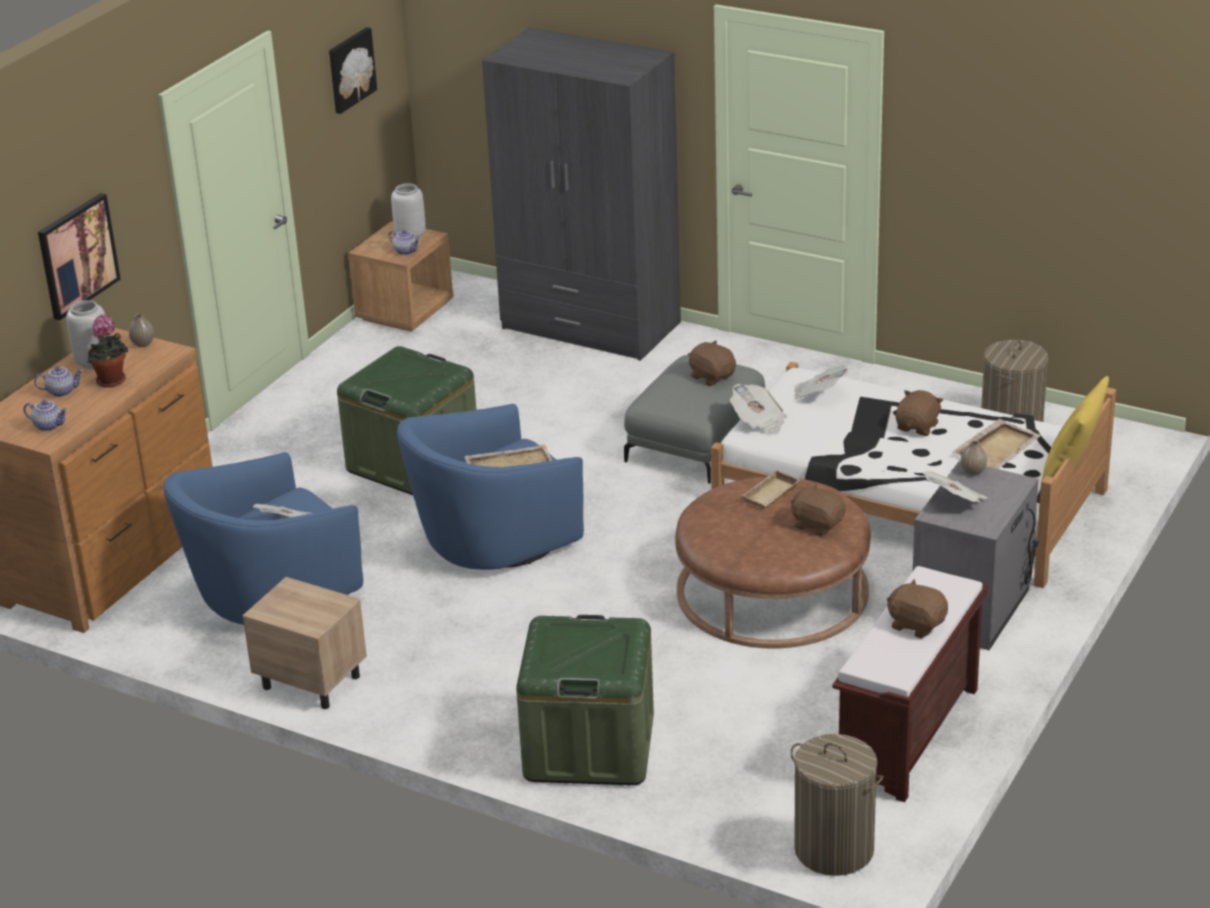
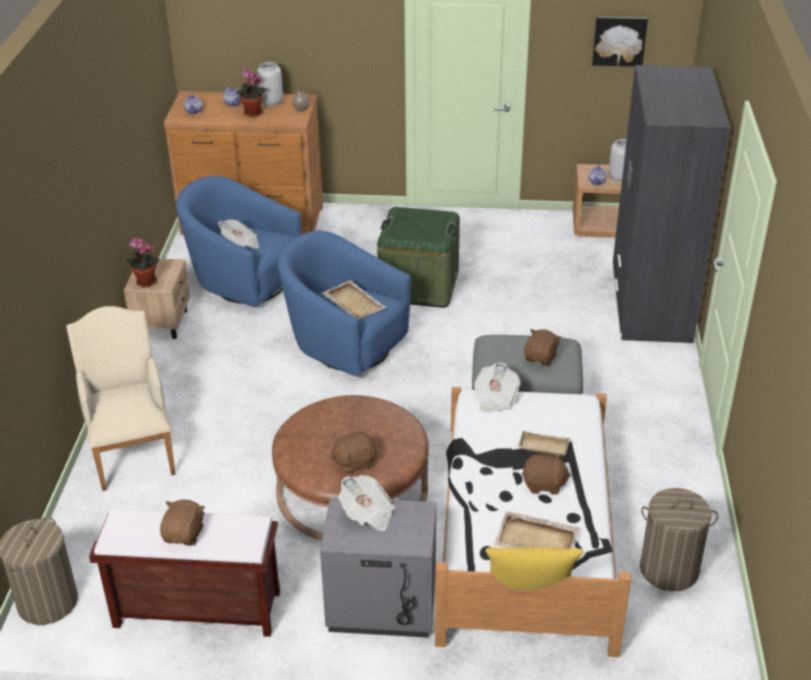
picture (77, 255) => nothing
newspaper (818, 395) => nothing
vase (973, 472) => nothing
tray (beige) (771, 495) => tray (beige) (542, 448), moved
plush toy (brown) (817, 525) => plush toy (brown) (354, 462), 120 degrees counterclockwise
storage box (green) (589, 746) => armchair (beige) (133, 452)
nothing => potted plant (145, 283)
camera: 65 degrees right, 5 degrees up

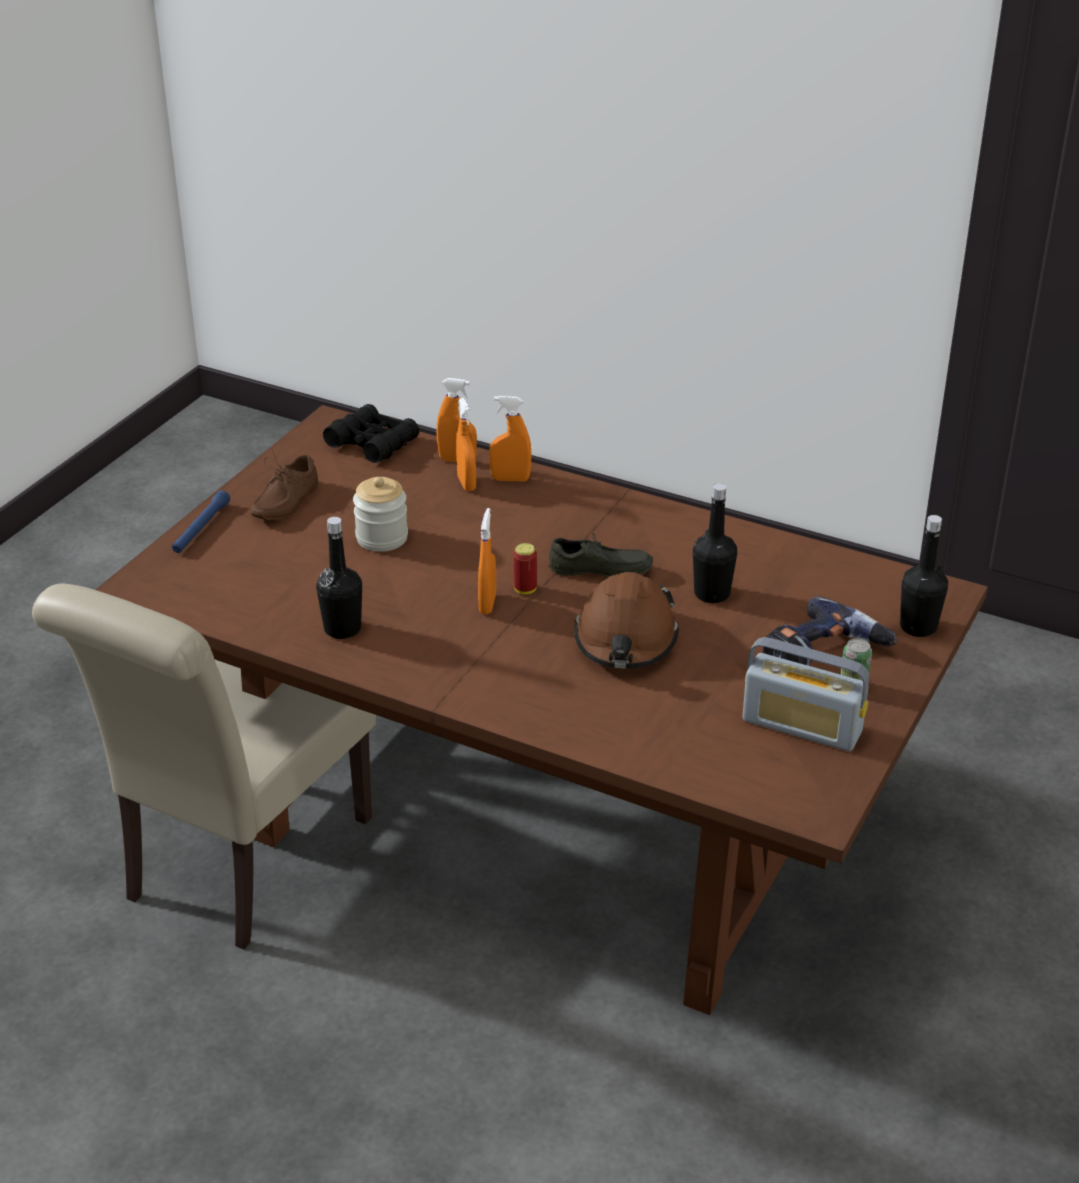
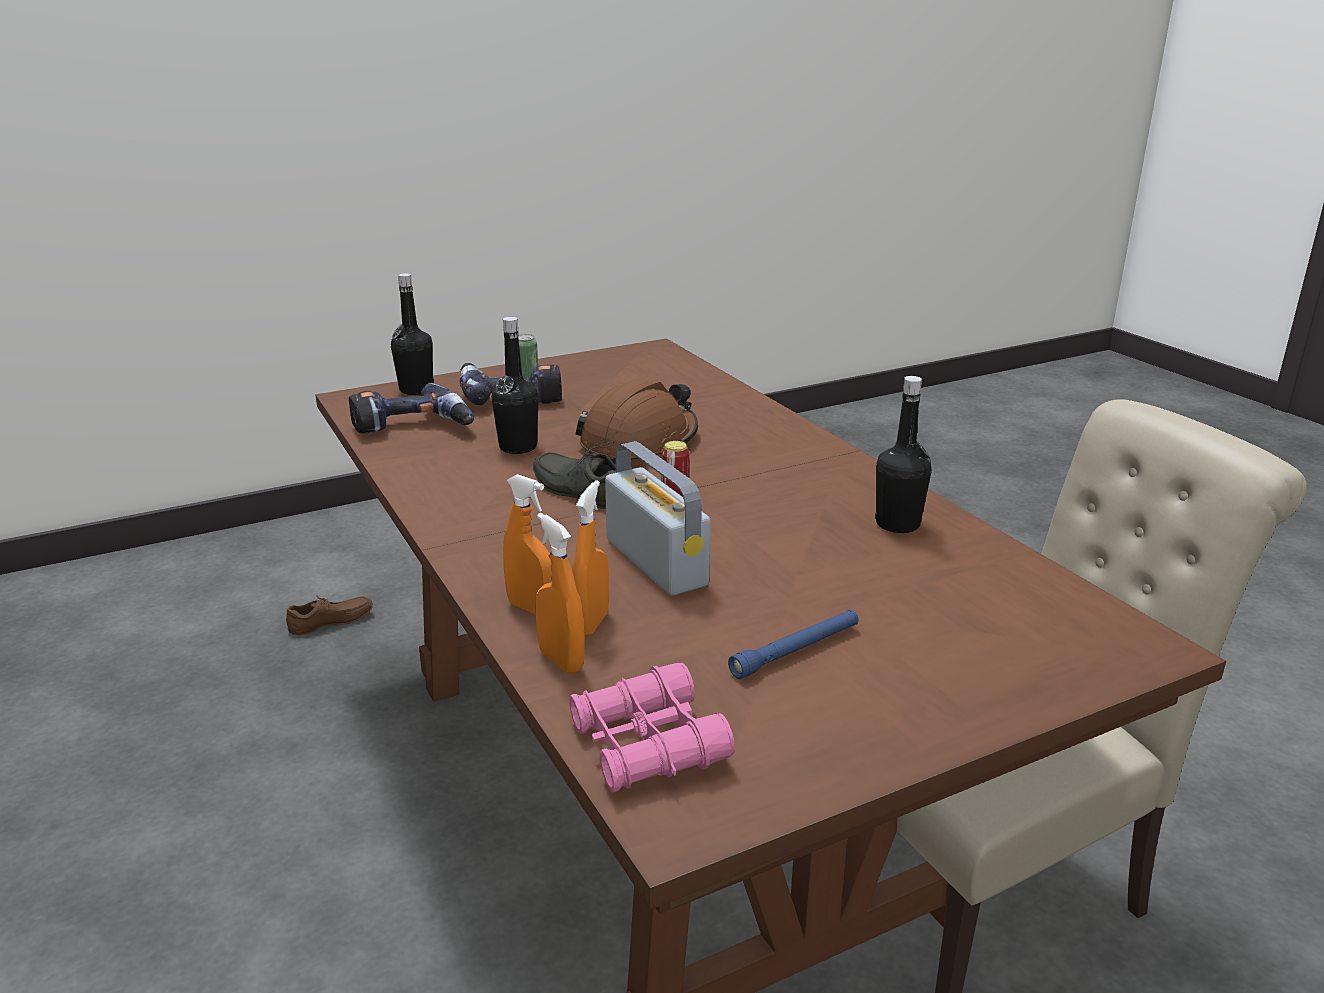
binoculars (black) (372, 443) => binoculars (pink) (647, 744)
shoe (brown) (283, 502) => shoe (brown) (332, 623), moved
jar (382, 538) => nothing
flashlight (blue) (201, 528) => flashlight (blue) (796, 651), moved
spray bottle (orange) (487, 604) => nothing
radio (802, 726) => radio (655, 562), moved
nothing => power drill (412, 429)
camera: 145 degrees left, 10 degrees down

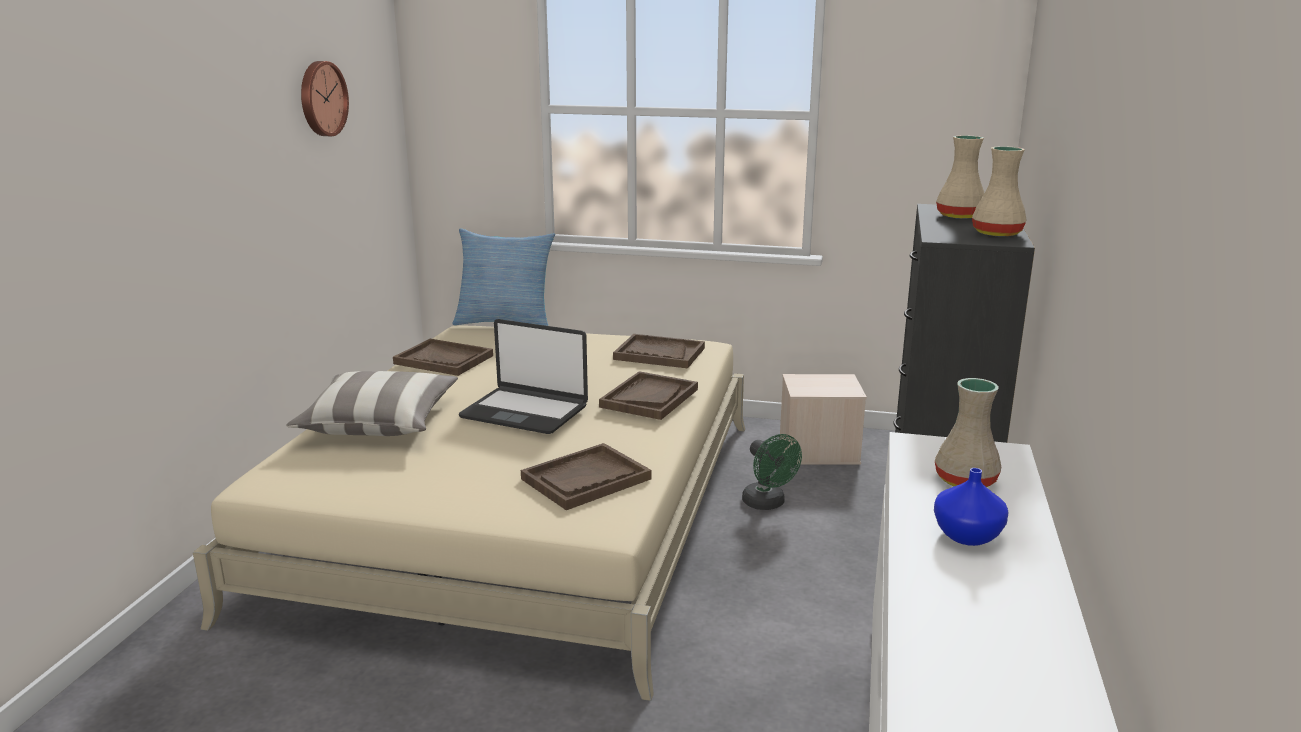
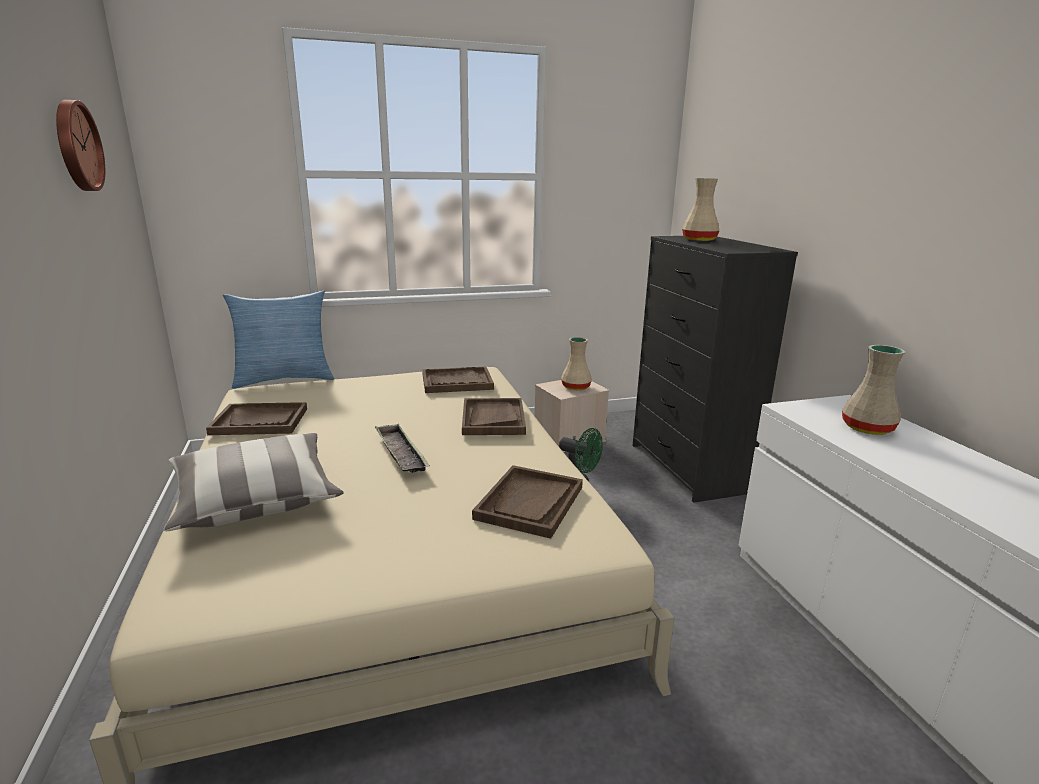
vase (beige) (997, 233) => vase (beige) (575, 387), moved
laptop (525, 412) => tray (401, 453)
vase (blue) (966, 536) => nothing
camera: 30 degrees left, 0 degrees up

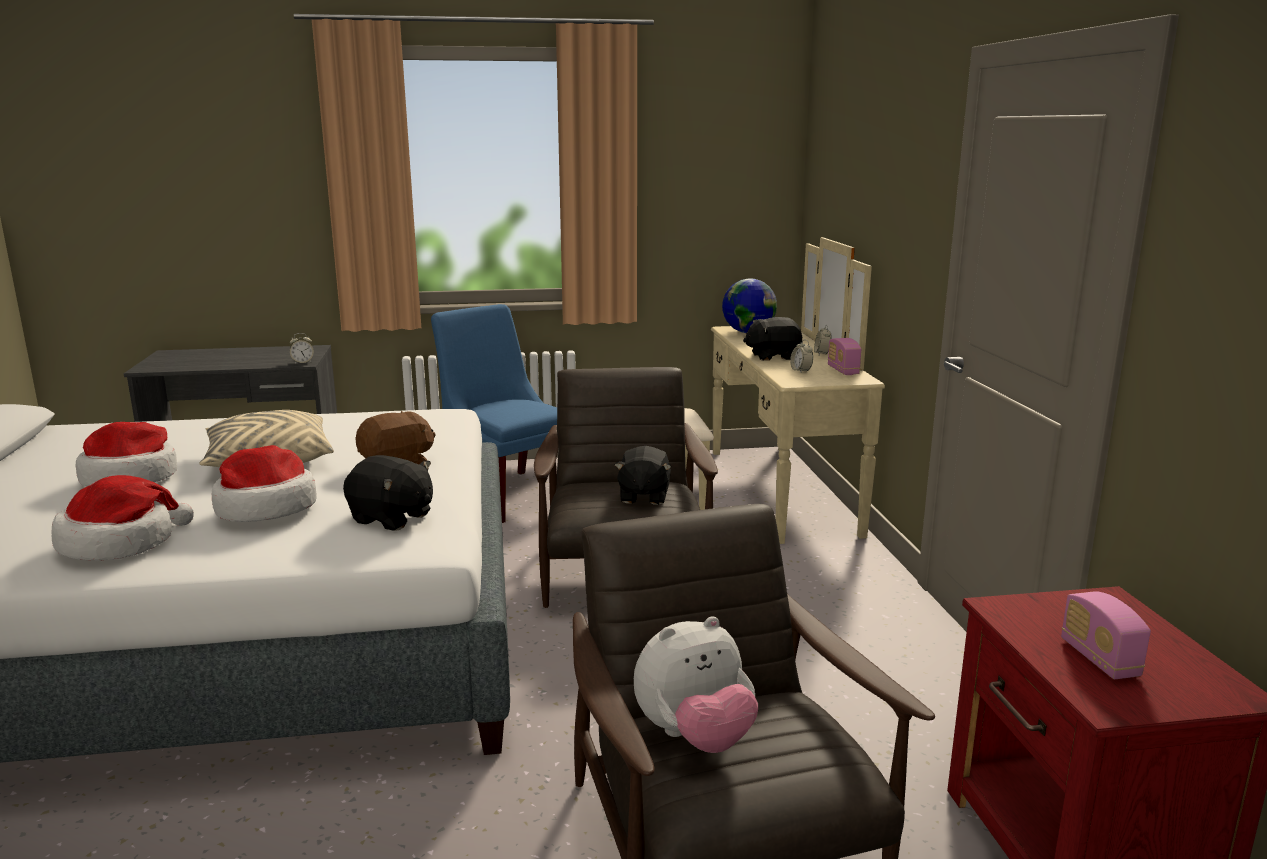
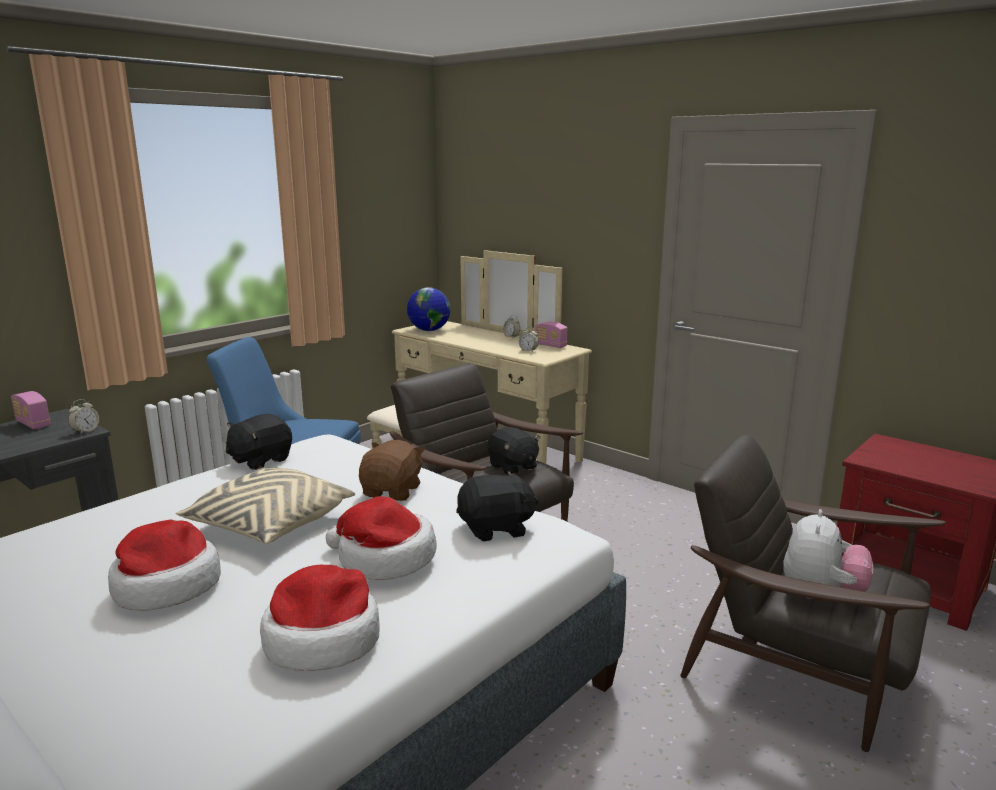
plush toy (black) (772, 356) => plush toy (black) (260, 460), moved
radio (1099, 659) => radio (33, 424), moved
camera: 40 degrees left, 0 degrees up

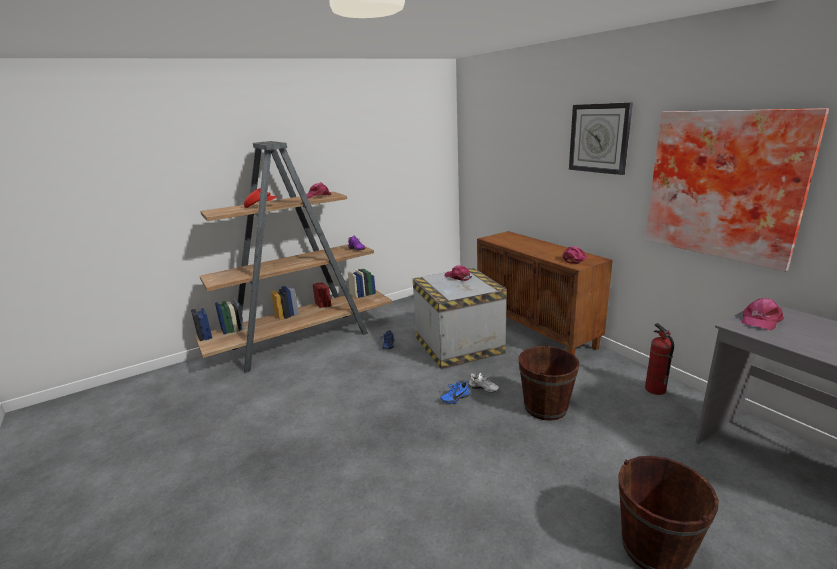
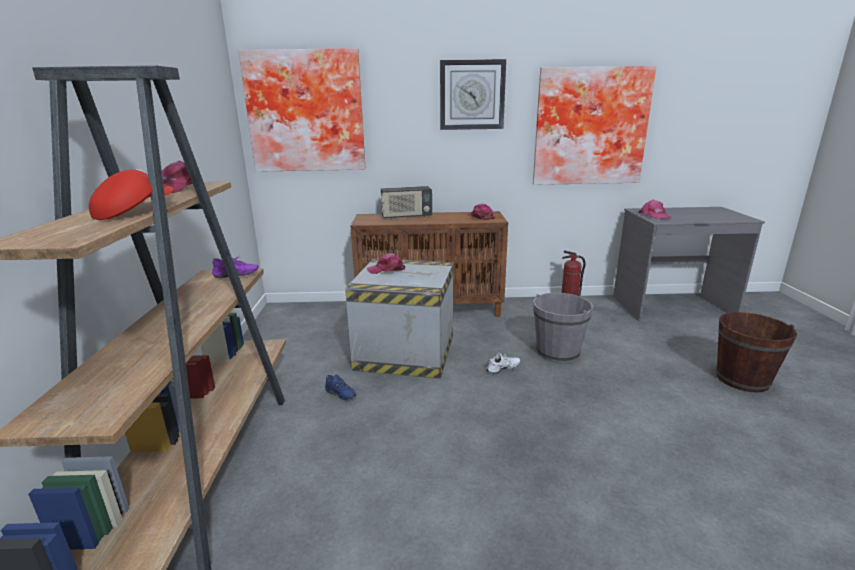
bucket (brown) (545, 407) => bucket (grey) (557, 352)
shoe (blue) (455, 398) => nothing
nothing => picture (306, 112)
nothing => radio (406, 216)
camera: 60 degrees left, 0 degrees up

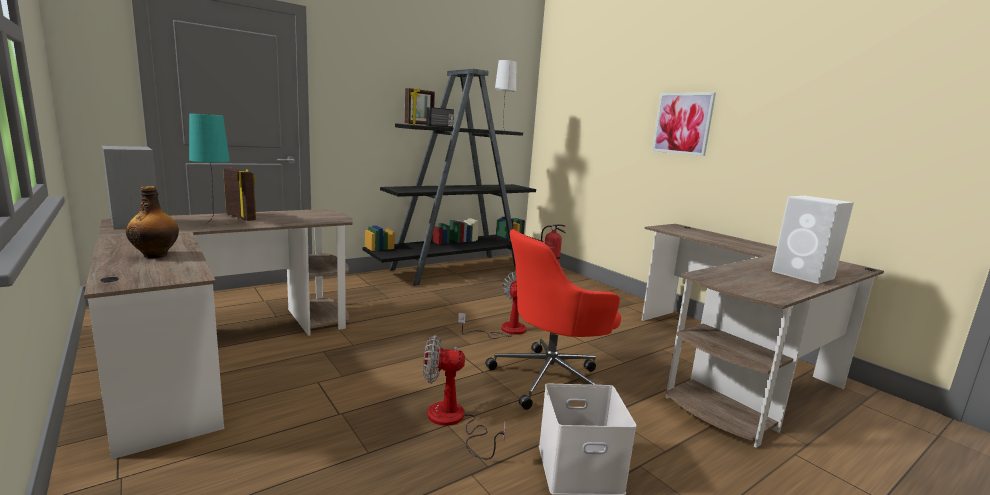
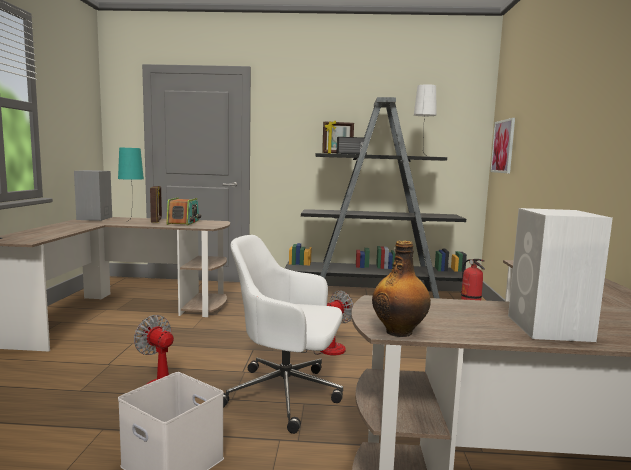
picture (682, 123) => picture (503, 146), moved
bottle (156, 255) => bottle (399, 332), moved
office chair (red) (551, 378) => office chair (white) (286, 395)
nothing => radio (183, 222)
camera: 40 degrees right, 5 degrees down

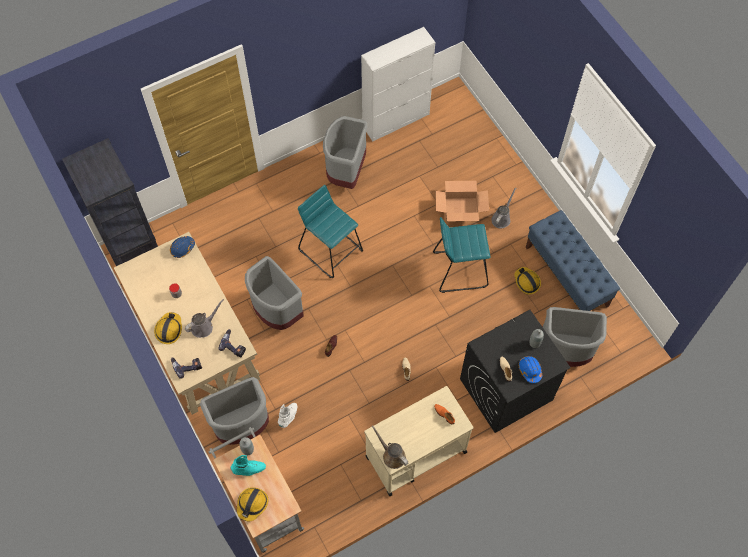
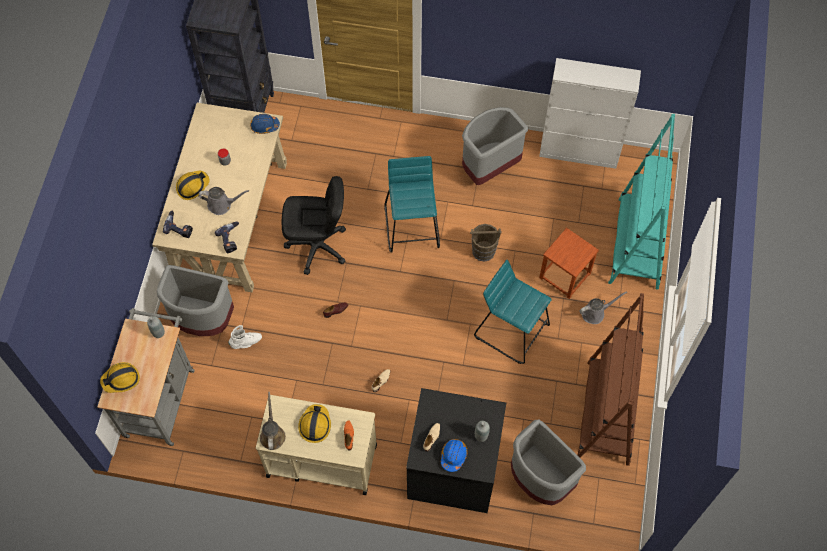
cardboard box (460, 208) => stool (brown) (564, 275)
bench (blue) (566, 276) => bookcase (brown) (607, 413)
trash can (grey) (277, 312) => office chair (black) (317, 246)
hard hat (526, 282) => hard hat (315, 425), moved
boot (turquoise) (249, 469) => nothing
nothing => bookcase (turquoise) (638, 243)
nothing => bucket (brown) (484, 251)
camera: 40 degrees right, 0 degrees up

